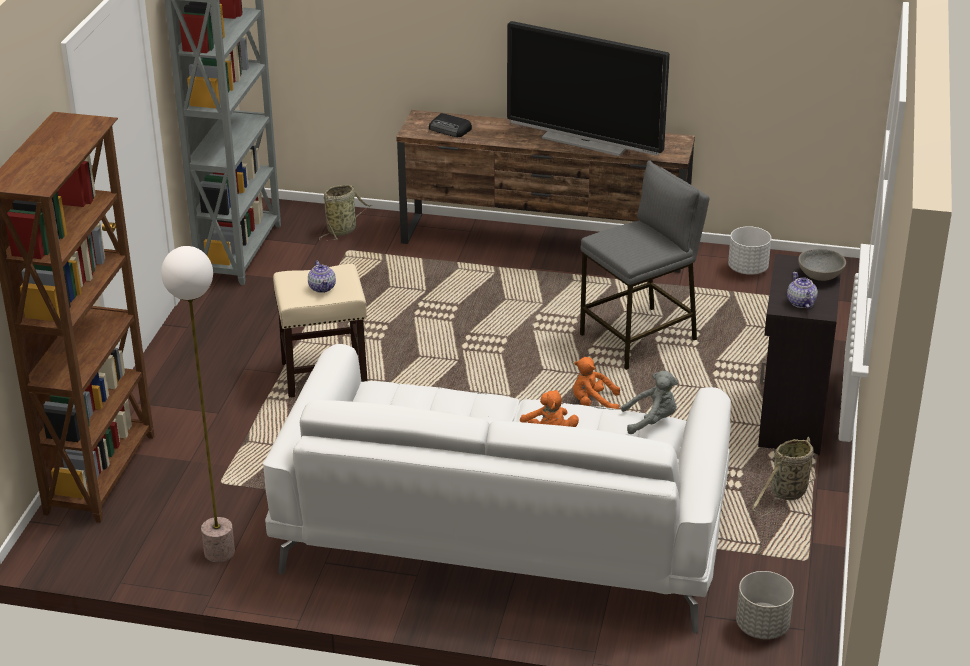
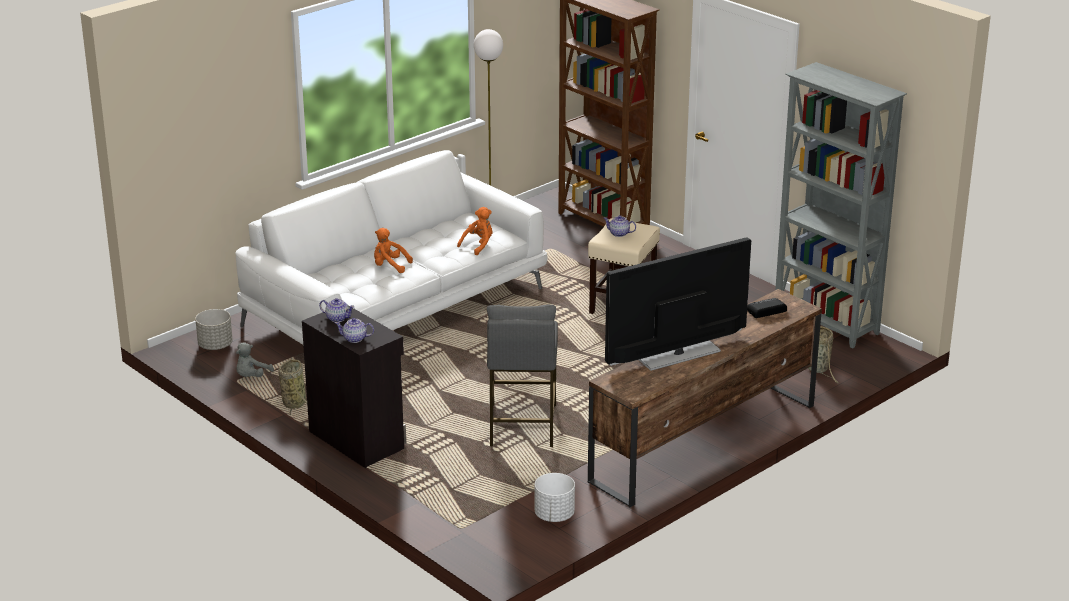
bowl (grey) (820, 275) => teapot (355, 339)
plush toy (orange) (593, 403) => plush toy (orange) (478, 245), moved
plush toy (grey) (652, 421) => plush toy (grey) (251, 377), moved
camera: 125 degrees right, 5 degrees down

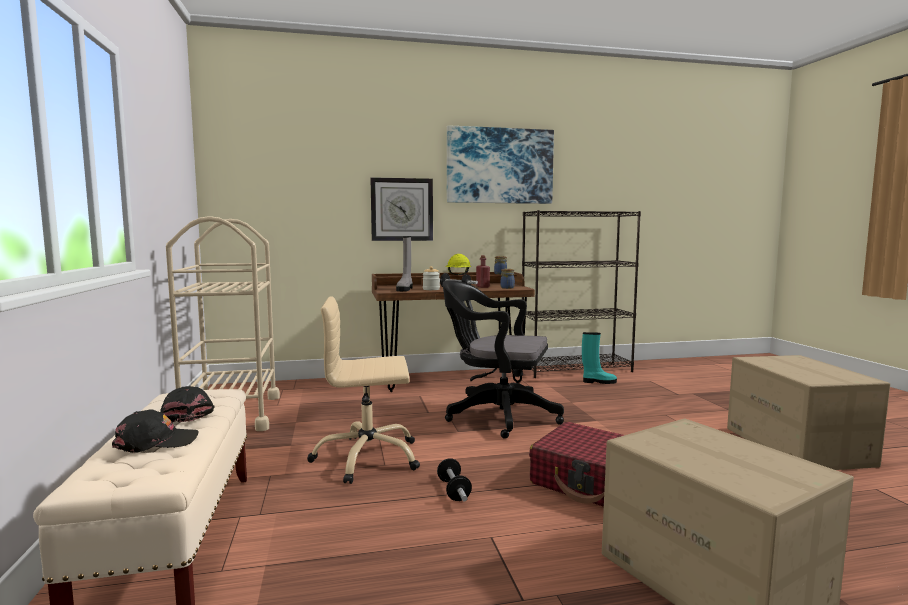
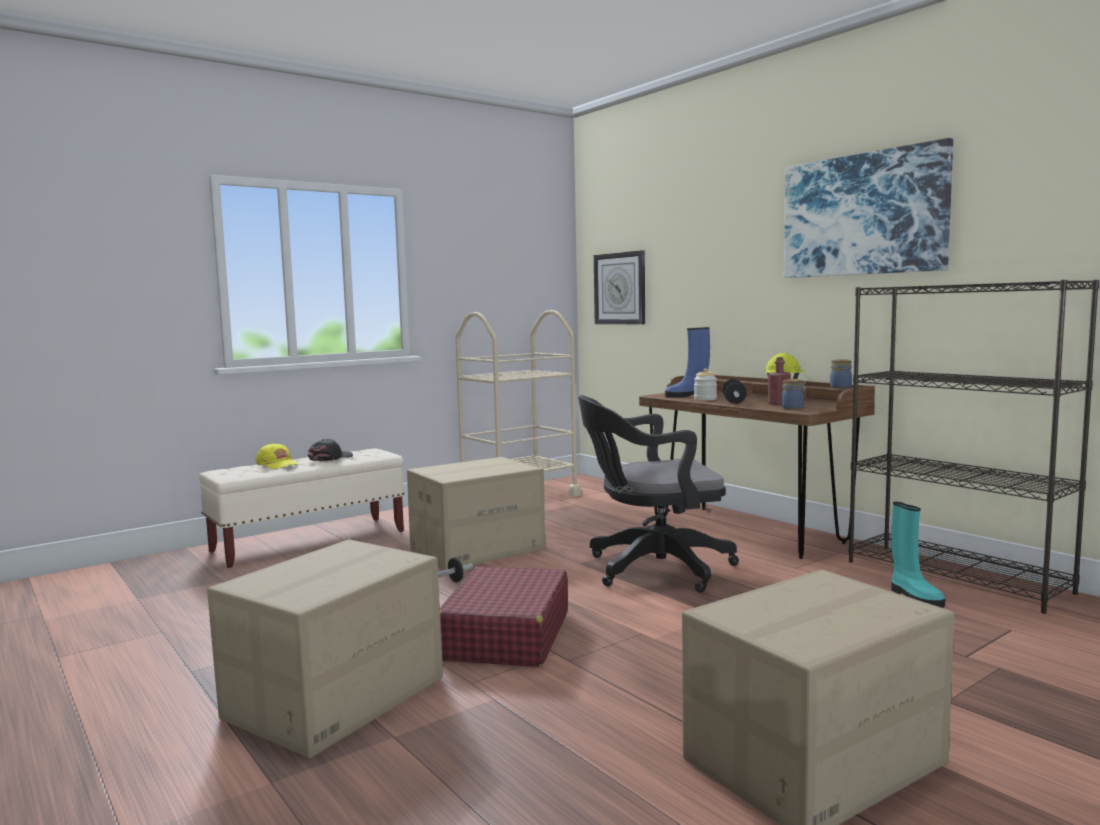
wall clock (402, 209) => wall clock (620, 288), moved
boot (grey) (405, 289) => boot (blue) (687, 395)
office chair (black) (496, 416) => office chair (black) (652, 569), 90 degrees counterclockwise
office chair (beige) (367, 458) => cardboard box (477, 549)
cap (black) (156, 442) => cap (yellow) (278, 465)
camera: 65 degrees right, 0 degrees up

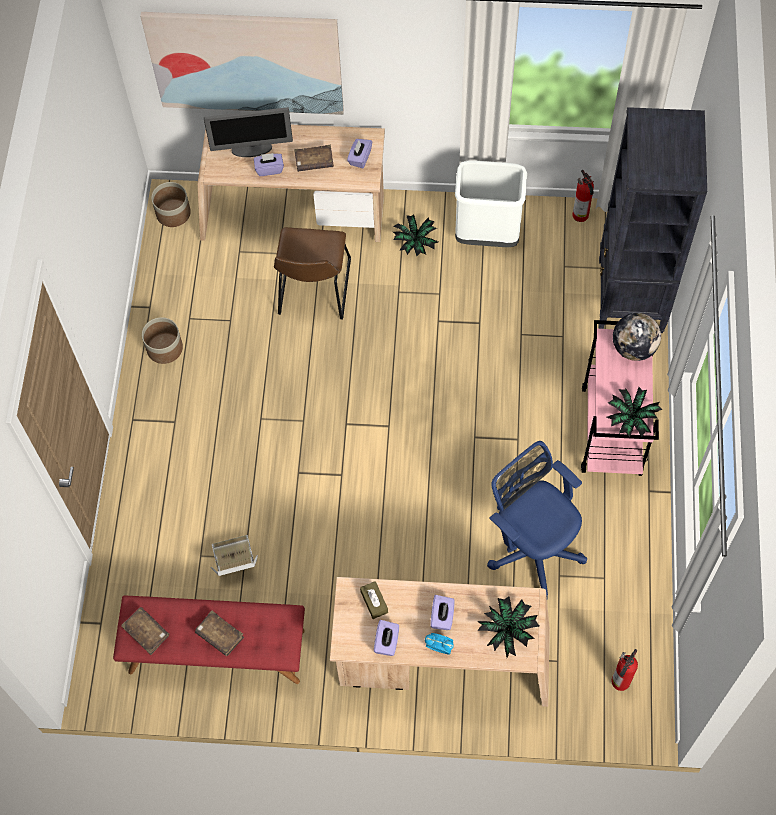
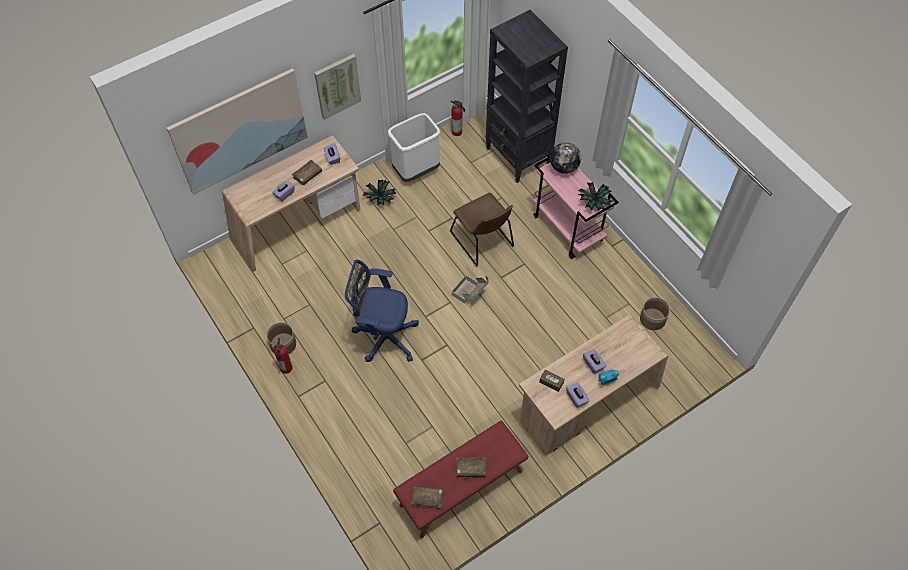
monitor (252, 149) => nothing
planter (173, 213) => planter (652, 319), moved
chair (brown) (314, 290) => chair (brown) (483, 241), moved
office chair (blue) (532, 548) => office chair (blue) (383, 336), moved
cardboard box (235, 563) => cardboard box (470, 294), moved
potted plant (508, 630) => nothing
fire extinguisher (620, 682) => fire extinguisher (286, 369), moved
nothing => picture (337, 86)
camera: 40 degrees left, 5 degrees down

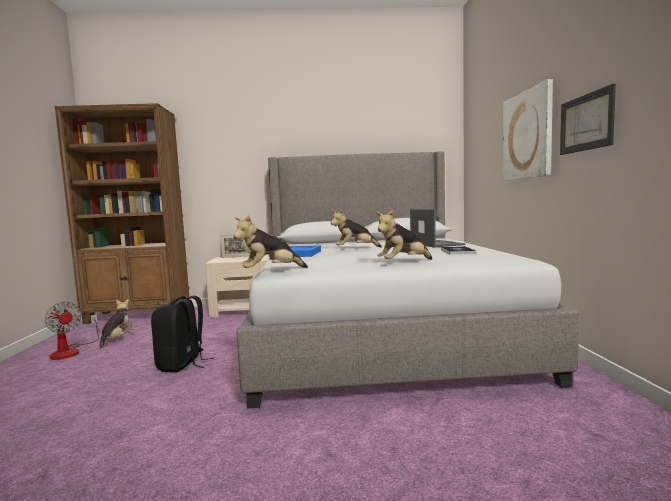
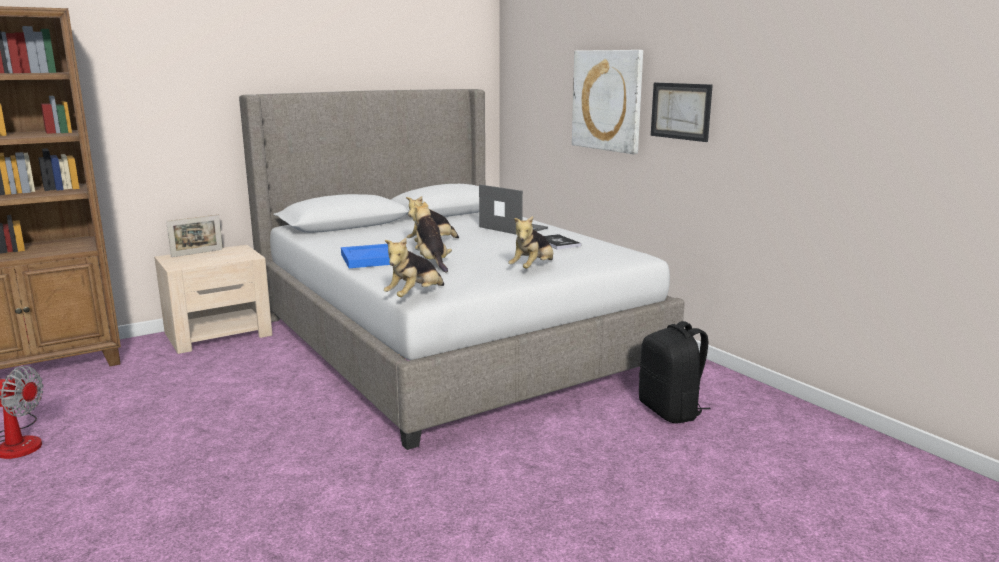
backpack (black) (182, 365) => backpack (black) (671, 411), moved
plush toy (117, 339) => plush toy (432, 262), moved
camera: 30 degrees left, 10 degrees up

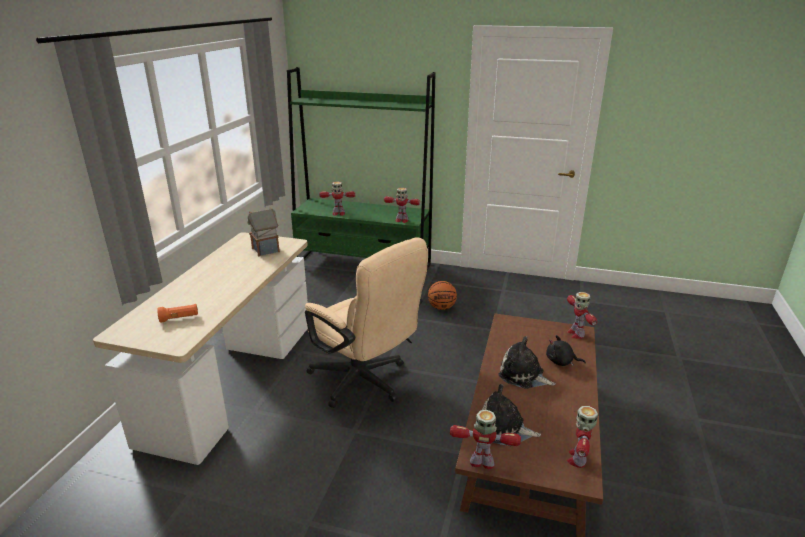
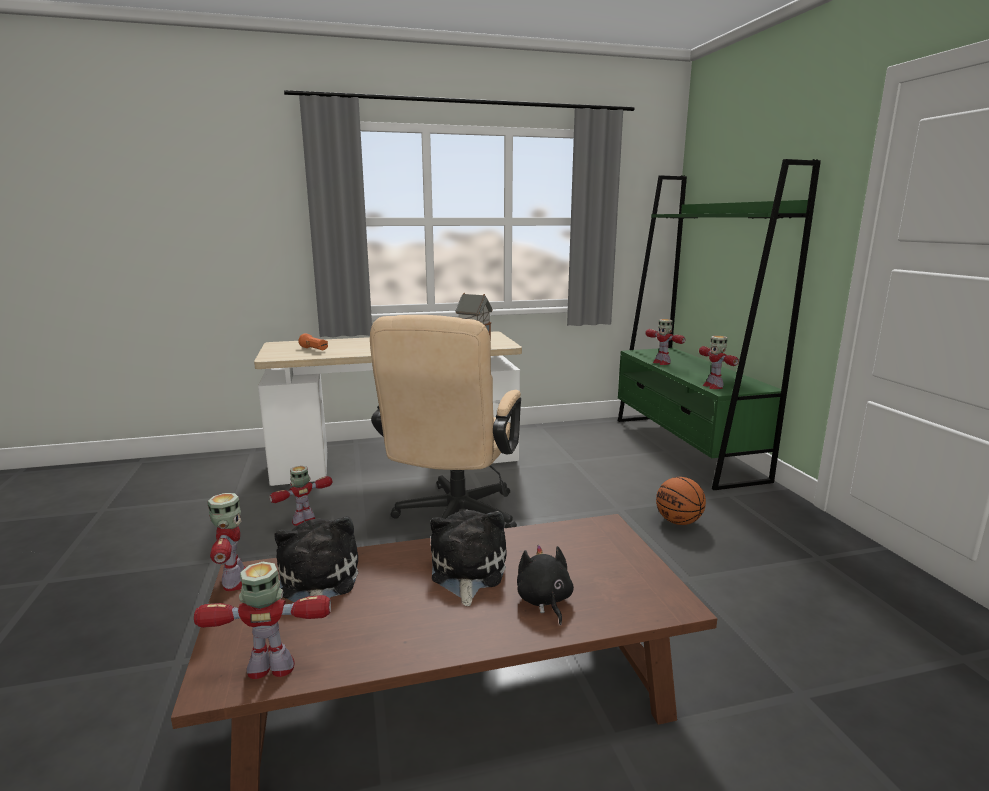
toy robot (576, 333) => toy robot (304, 520), moved
camera: 60 degrees right, 10 degrees down

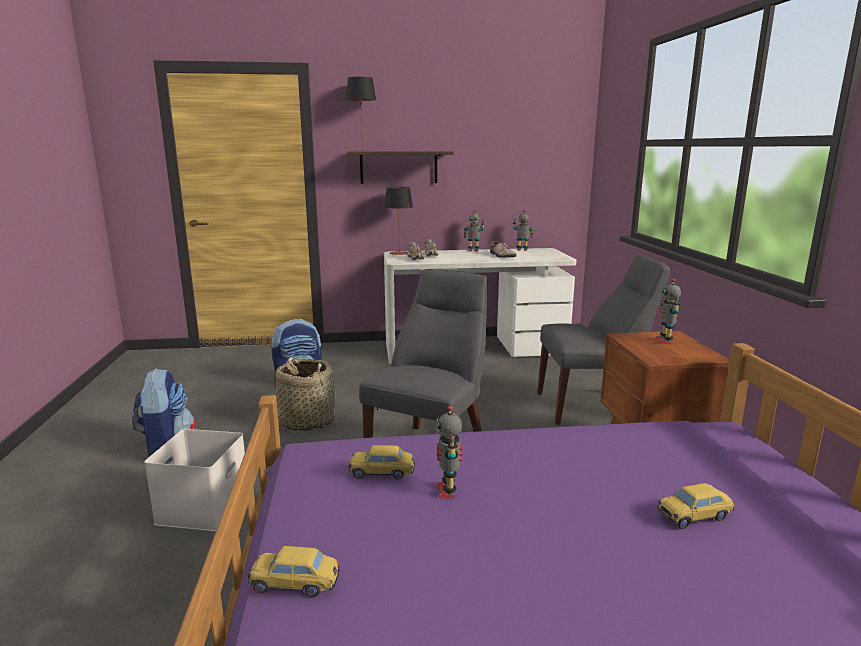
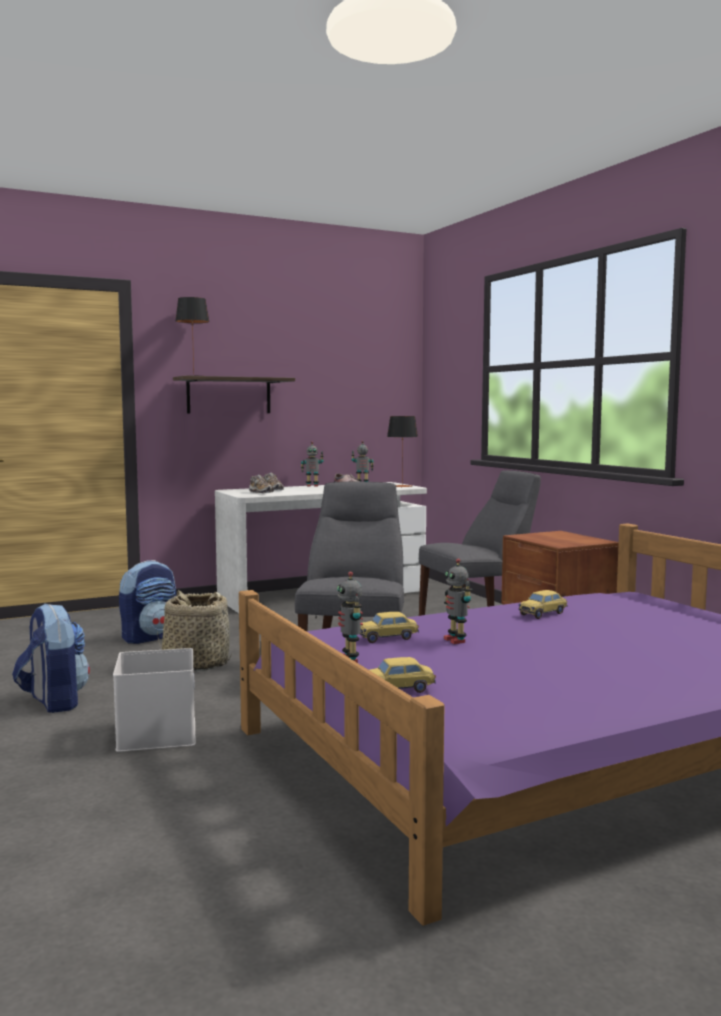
table lamp (399, 253) => table lamp (402, 486), moved
toy robot (665, 341) => toy robot (349, 660), moved
toy car (694, 516) => toy car (543, 614), moved
camera: 20 degrees left, 10 degrees down

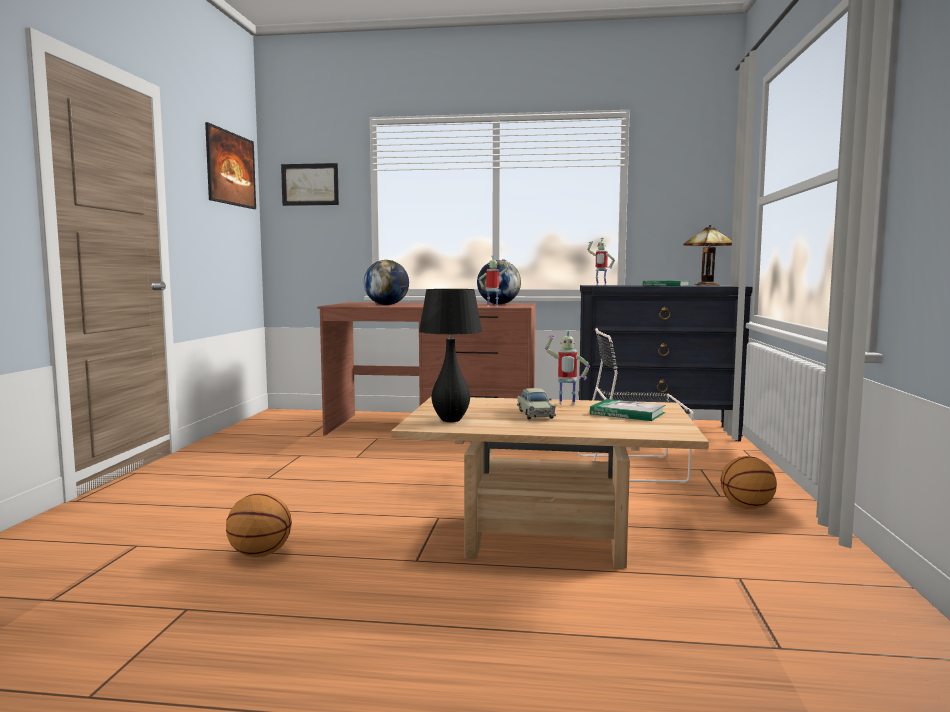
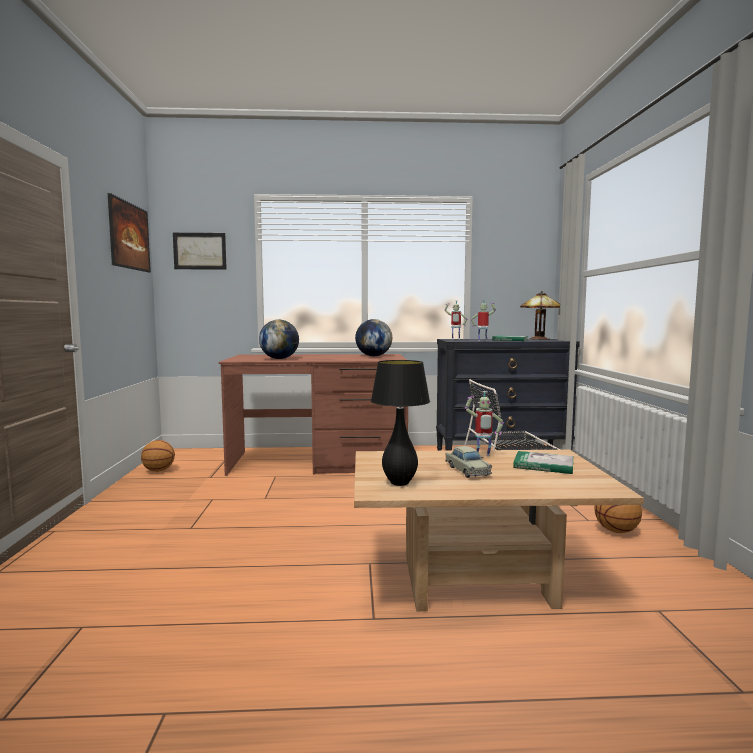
toy robot (493, 306) => toy robot (482, 341), moved
basketball (259, 555) => basketball (158, 471), moved
camera: 10 degrees left, 0 degrees up

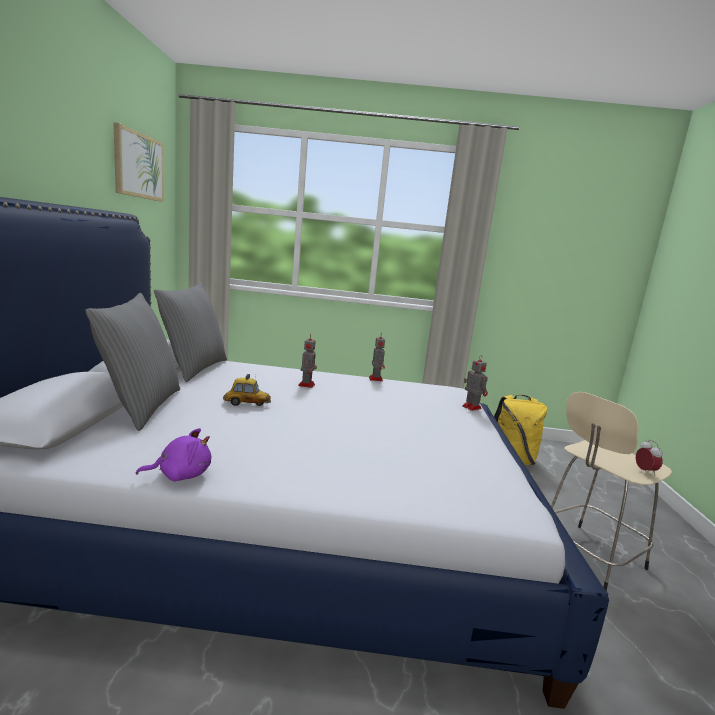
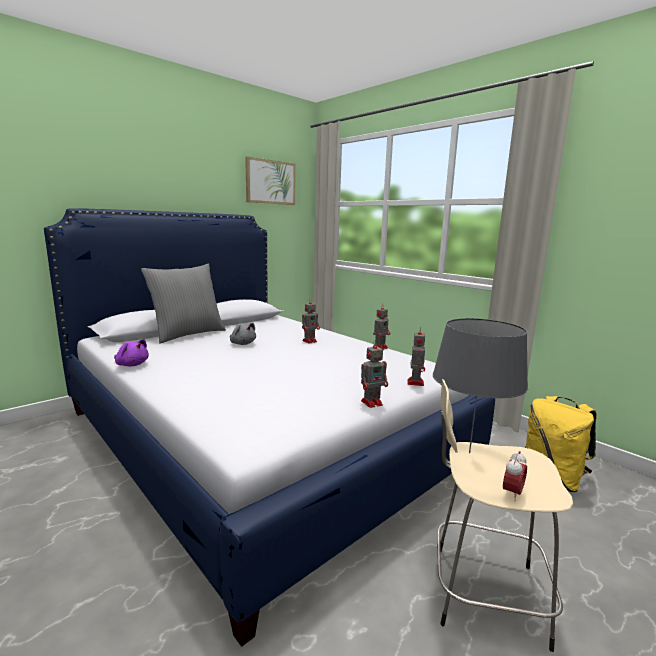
pillow (grey) (193, 368) => nothing
toy car (246, 404) => plush toy (grey) (242, 343)
nothing => table lamp (grey) (469, 452)
nothing => toy robot (372, 402)
camera: 45 degrees right, 0 degrees up

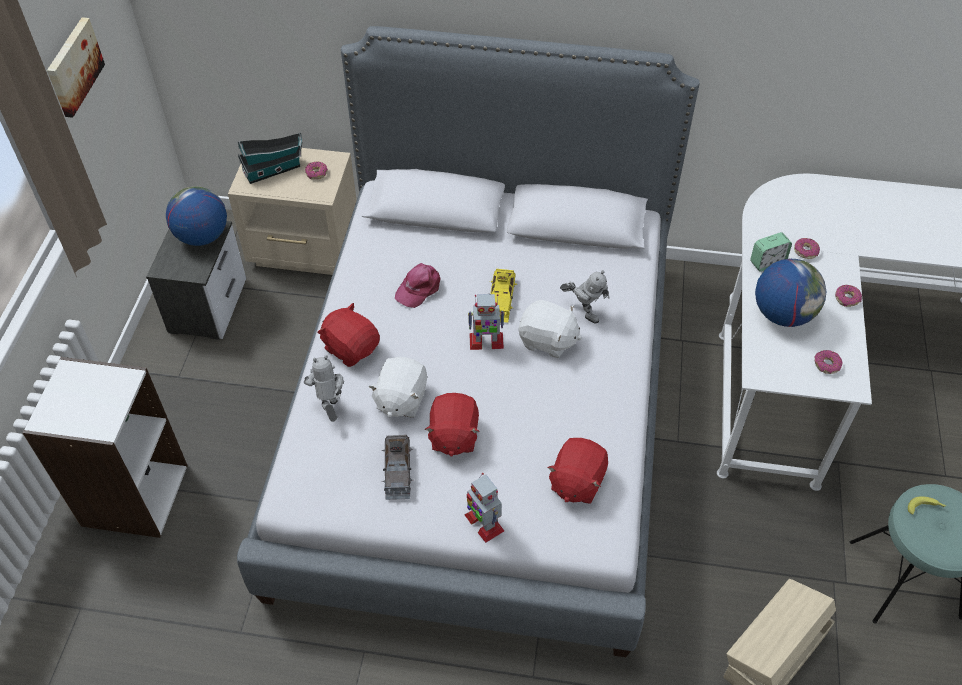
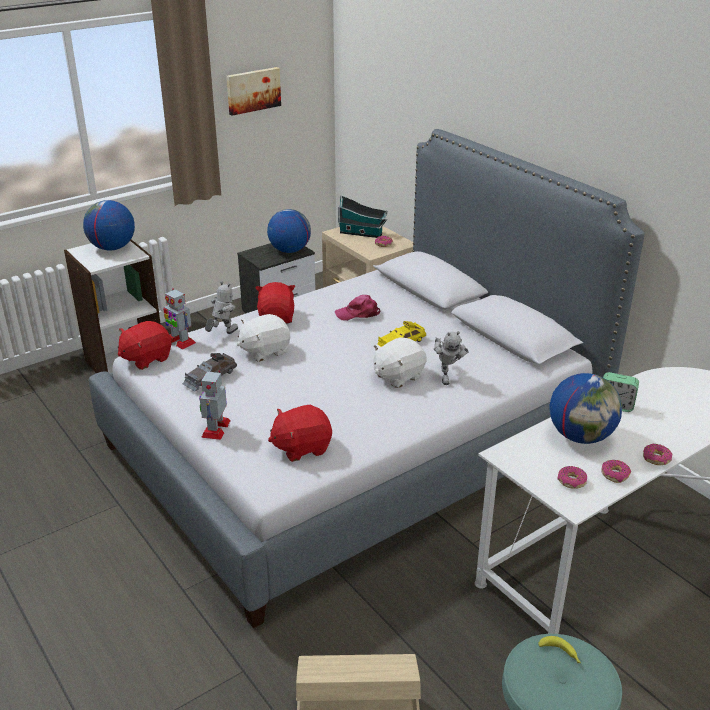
donut (805, 251) => donut (615, 475), moved
toy robot (486, 341) => toy robot (180, 341), moved
plush toy (white) (547, 341) => plush toy (white) (398, 376), 75 degrees clockwise
plush toy (red) (453, 436) => plush toy (red) (146, 358), moved
nothing => globe (112, 248)
camera: 45 degrees right, 20 degrees down

